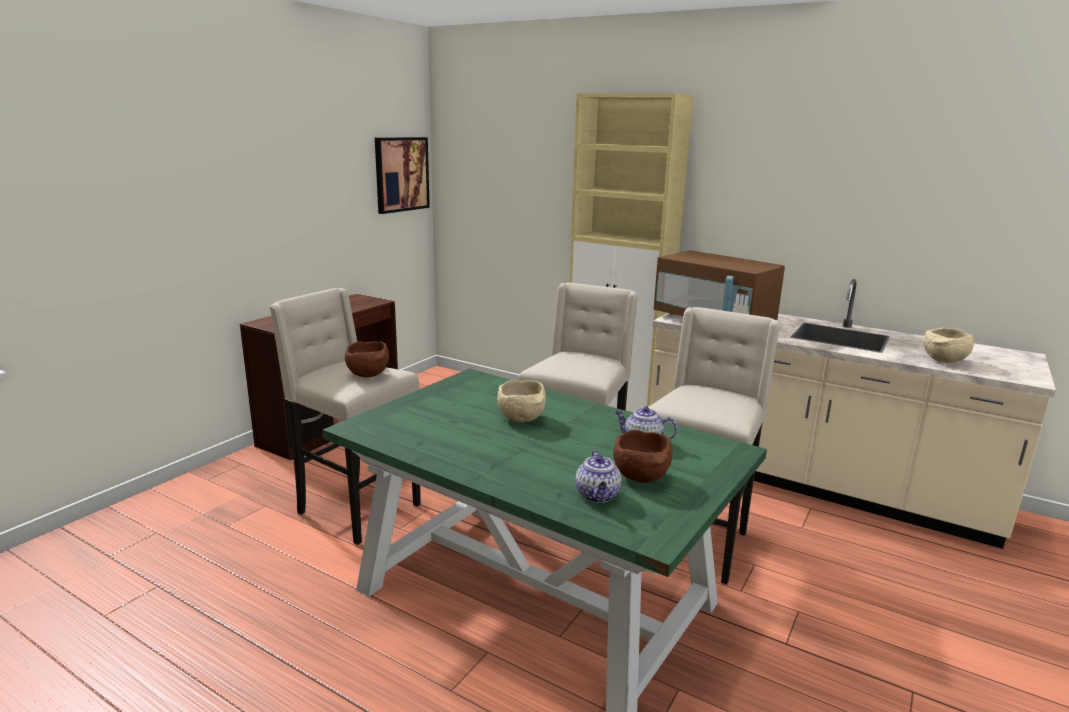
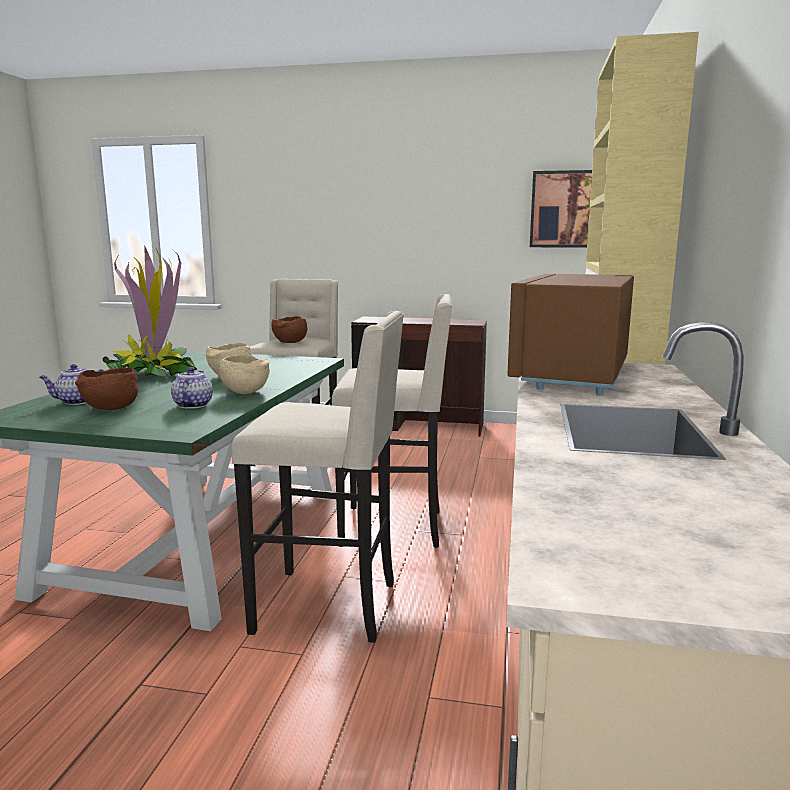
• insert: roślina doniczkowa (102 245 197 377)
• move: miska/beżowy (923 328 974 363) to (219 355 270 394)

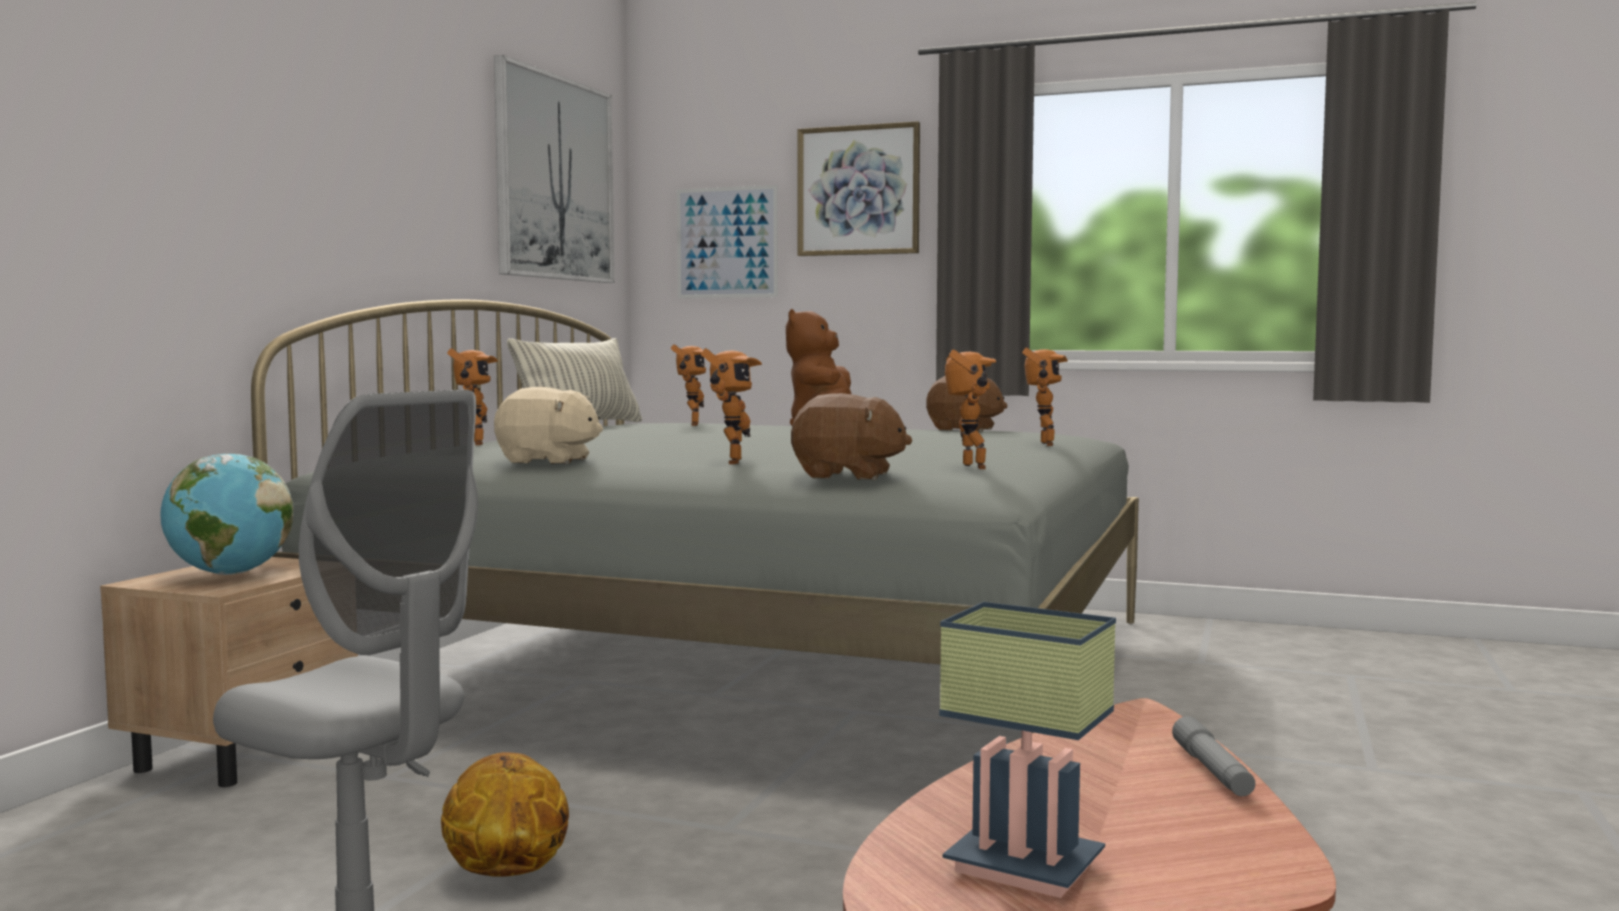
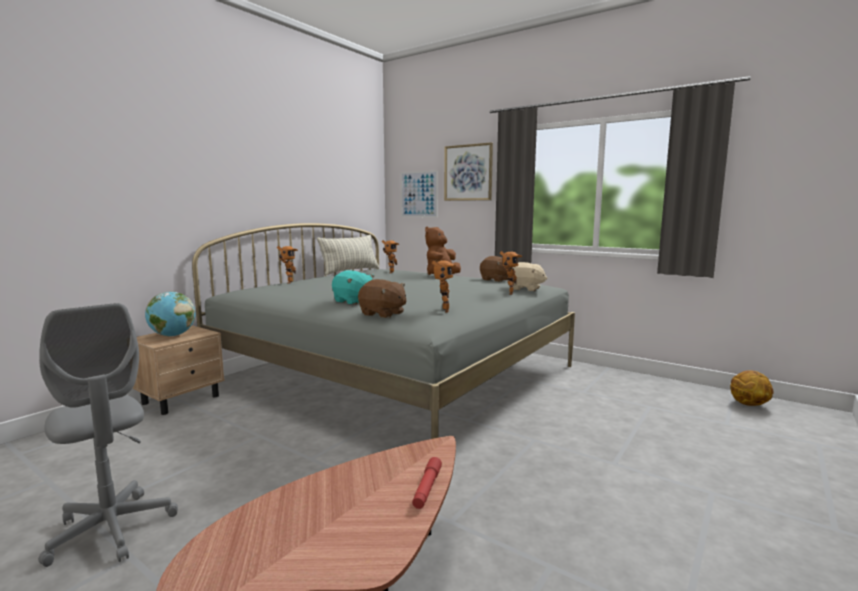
• replace: robot zabawkowy (701 348 762 464) to pluszak/turkusowy (332 270 374 305)
• recolor: latarka/szary (1172 716 1255 797) to latarka/czerwony (412 457 442 509)
• move: pluszak/beżowy (494 387 603 464) to (508 262 548 291)
• move: piłka do koszykówki (441 752 569 877) to (730 370 774 406)
• delete: obraz (494 55 614 283)
• delete: lampa stołowa (939 602 1116 898)

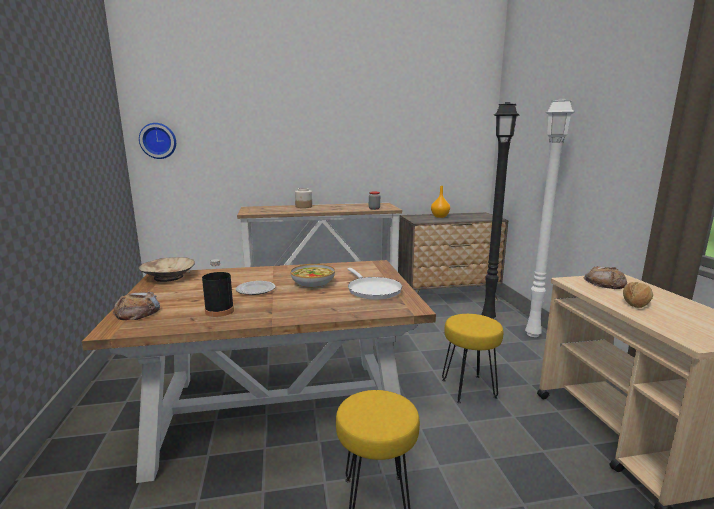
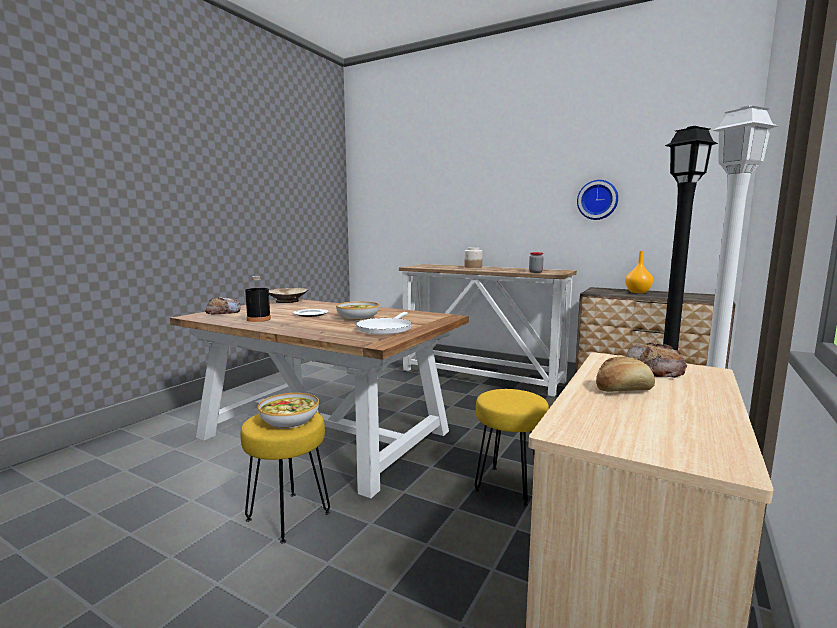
• insert: miska (258 393 319 429)
• move: zegar ścienny (139 123 176 159) to (577 180 618 220)

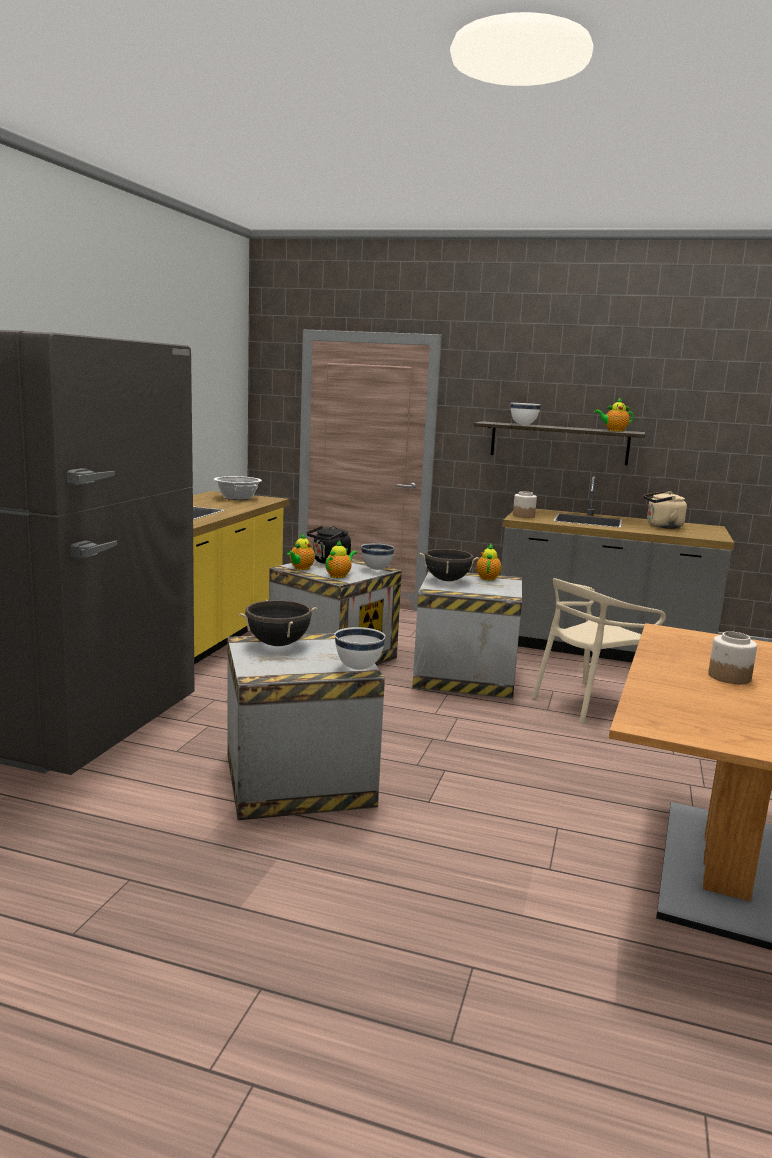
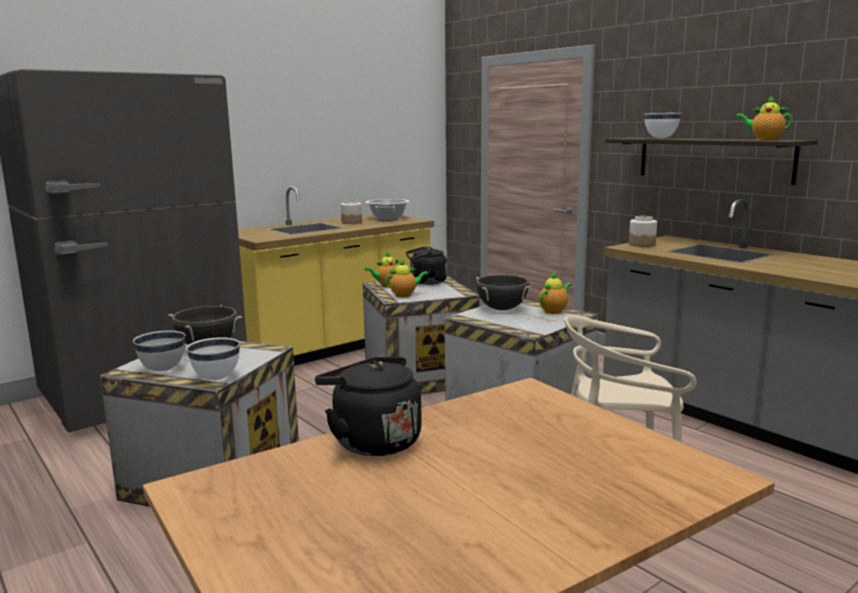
• move: miska/biały (361 543 394 570) to (133 330 185 371)
• insert: czajnik/czarny (315 357 422 456)
• move: słoik (708 631 757 684) to (341 200 362 224)
• delete: czajnik/beżowy (644 491 687 529)

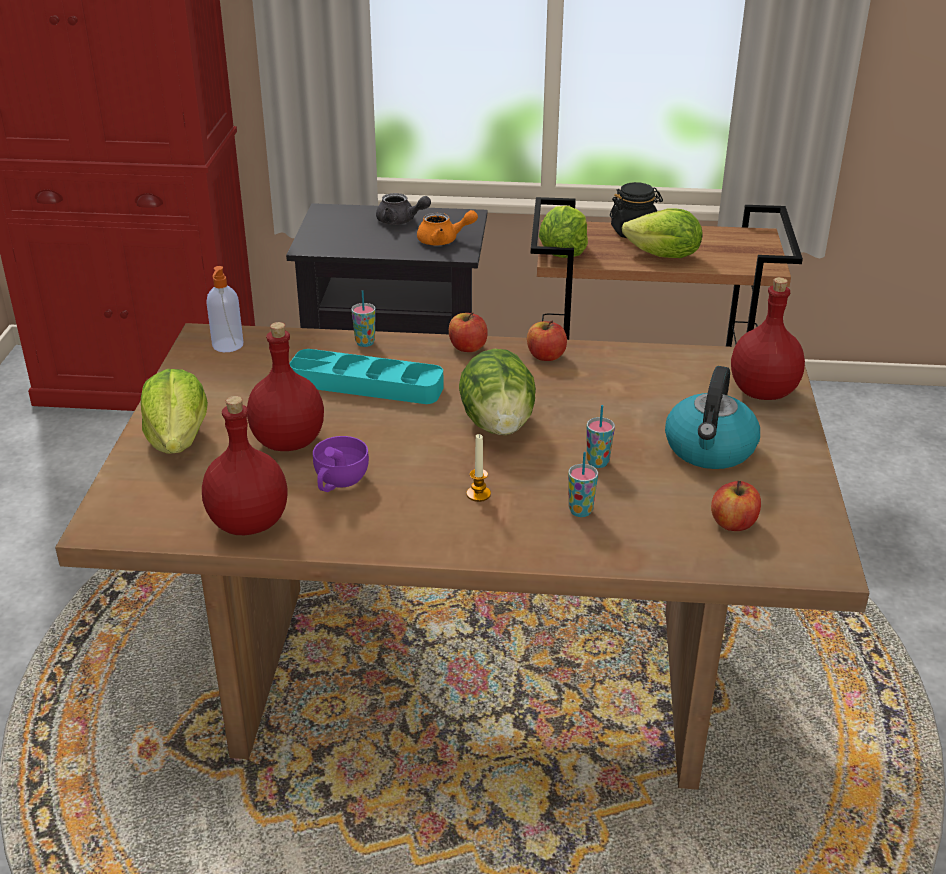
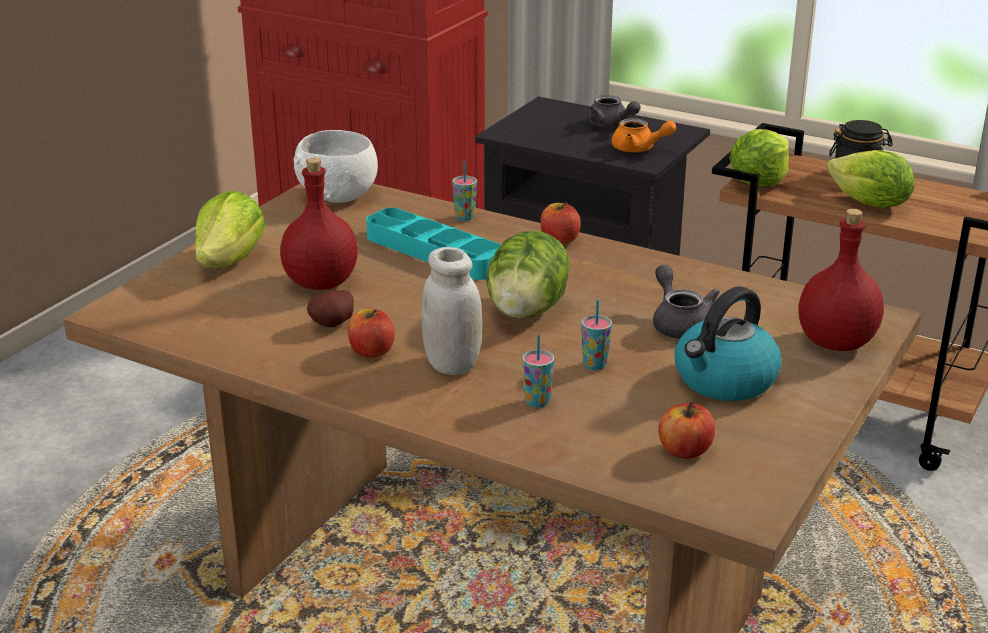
• replace: dozownik mydła (206 266 243 352) to miska/biały (294 130 378 203)
• replace: filiżanka/fioletowy (313 436 369 492) to ziemniak (307 290 354 327)
• move: jabłko (527 321 567 361) to (348 309 395 358)
• replace: świeca (467 434 491 502) to słoik/biały (422 247 482 375)
• insert: imbryk/szary (653 265 720 339)
• delete: butelka/czerwony (202 396 288 535)

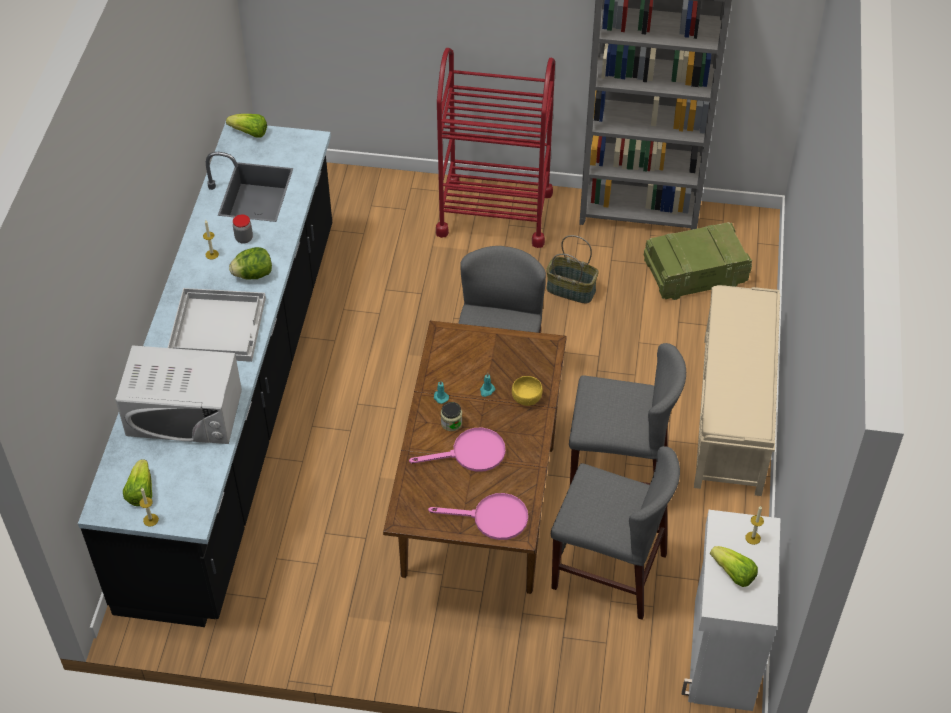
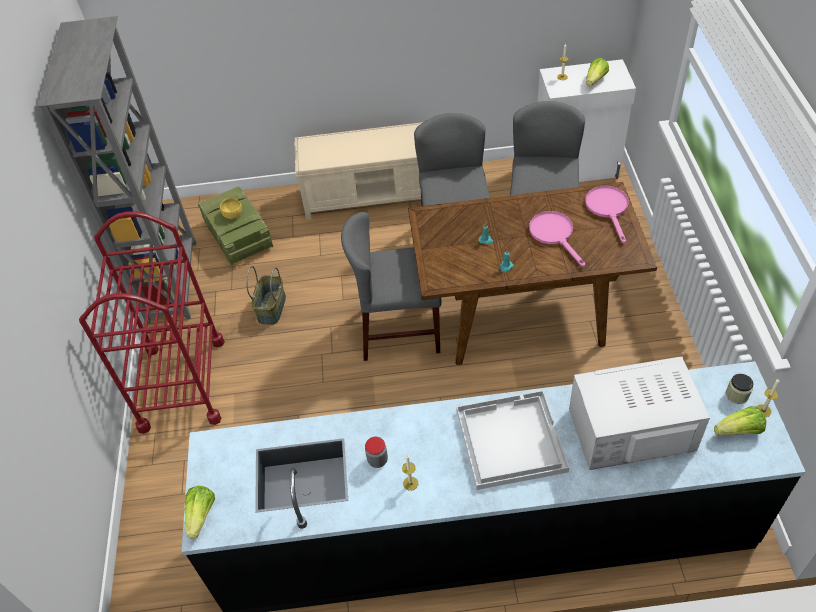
• move: miska/żółty (512 376 543 406) to (220 198 242 219)
• rotate: mikrofalówka/biały (115 345 242 444) = (569 357 710 470) 90 degrees counterclockwise
• move: słoik (441 402 462 431) to (726 374 753 404)
• delete: sałata (229 247 272 280)

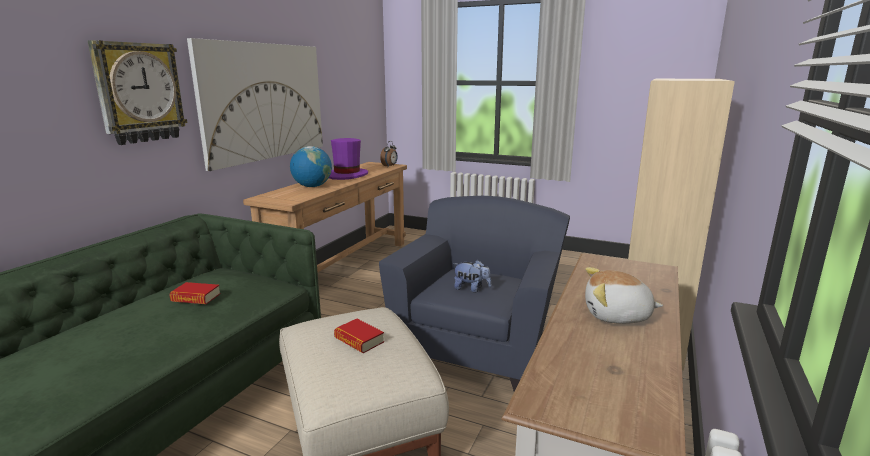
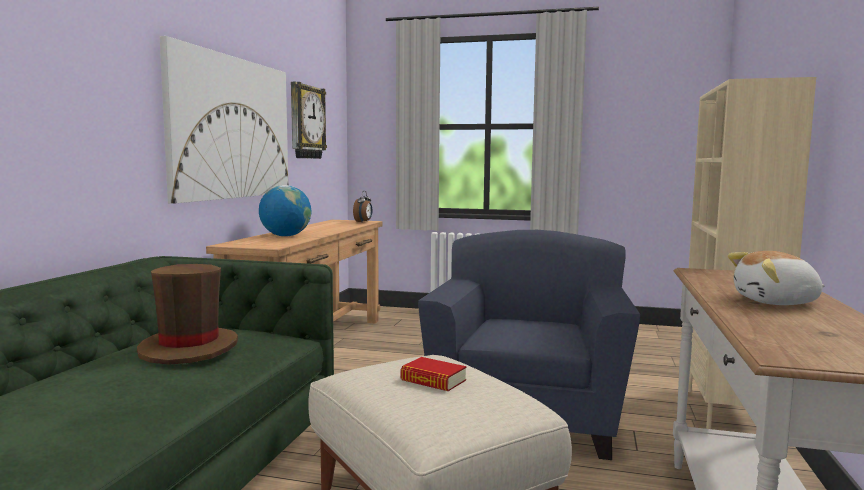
• replace: książka (169 282 221 304) to kapelusz/brązowy (137 264 238 365)
• move: zegar ścienny (88 40 188 145) to (291 82 327 159)
• delete: kapelusz/fioletowy (329 138 368 180)
• delete: pluszak (453 260 491 292)

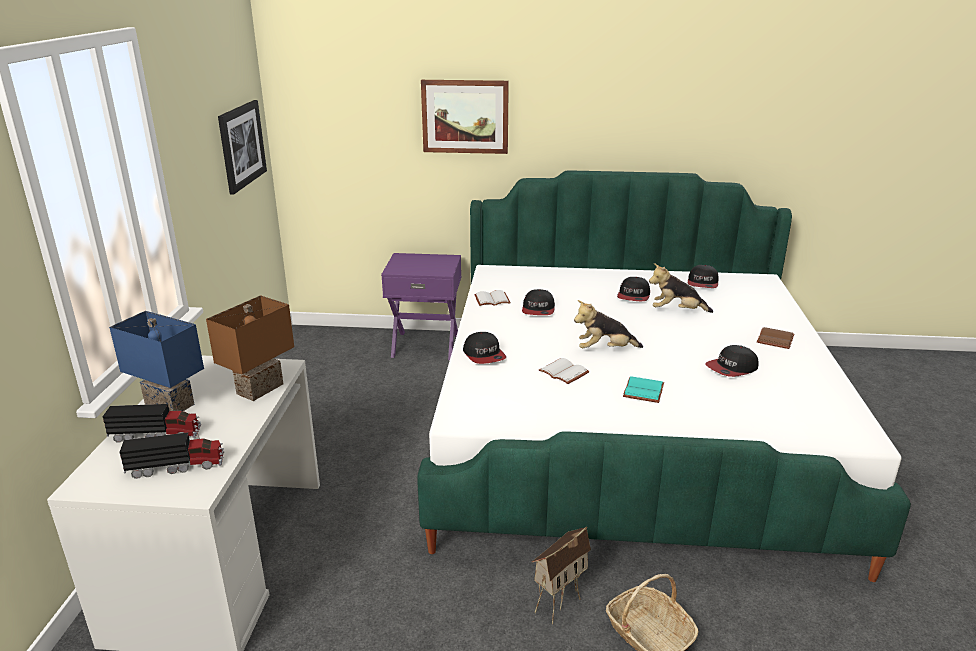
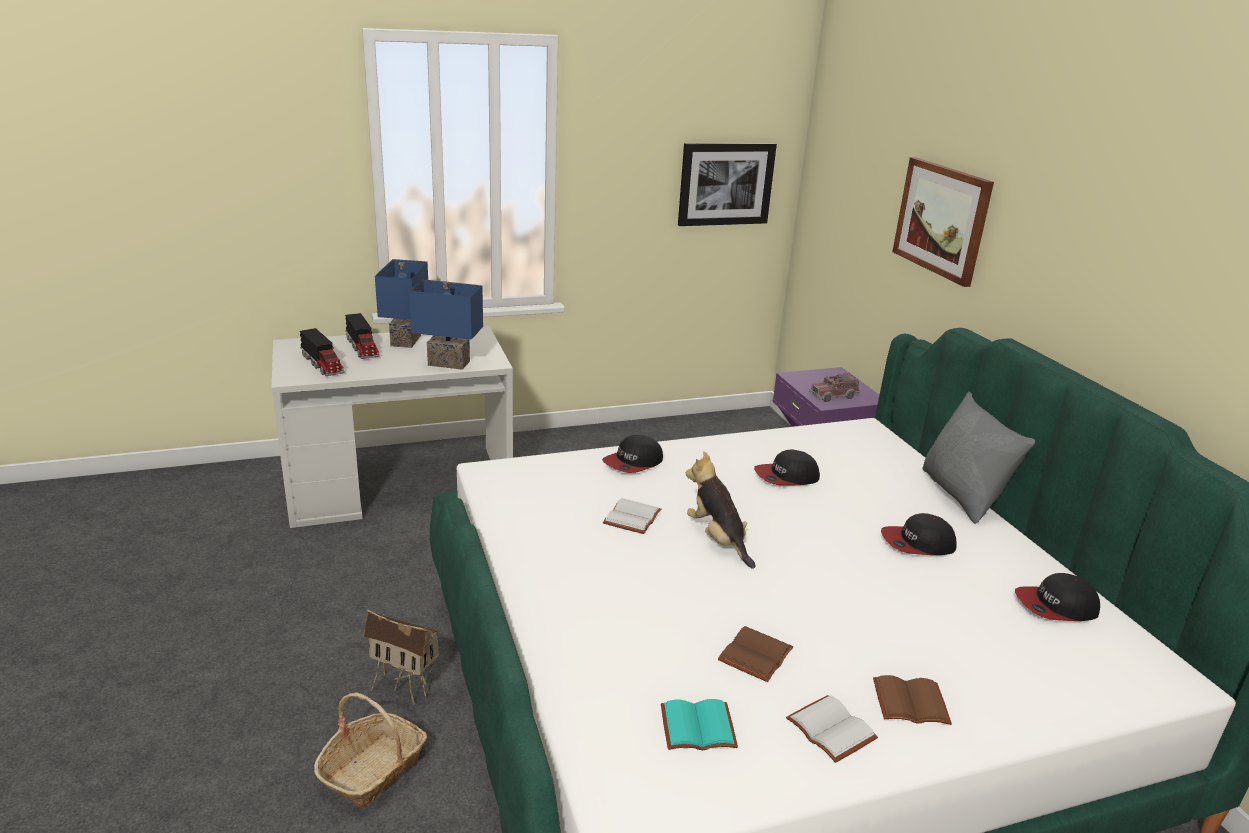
• recolor: lampa stołowa/brązowy (206 295 294 401) to lampa stołowa/niebieski (409 279 483 370)
• move: książka/turkusowy (623 376 664 403) to (661 699 738 750)
• replace: czapka z daszkiem (705 345 759 377) to książka/brązowy (718 626 793 682)
• move: książka/biały (474 290 511 306) to (786 695 878 763)
• insert: ciężarówka zabawkowa (809 373 860 402)
• insert: poduszka/szary (922 392 1035 524)
• delete: pluszak (649 263 713 313)

